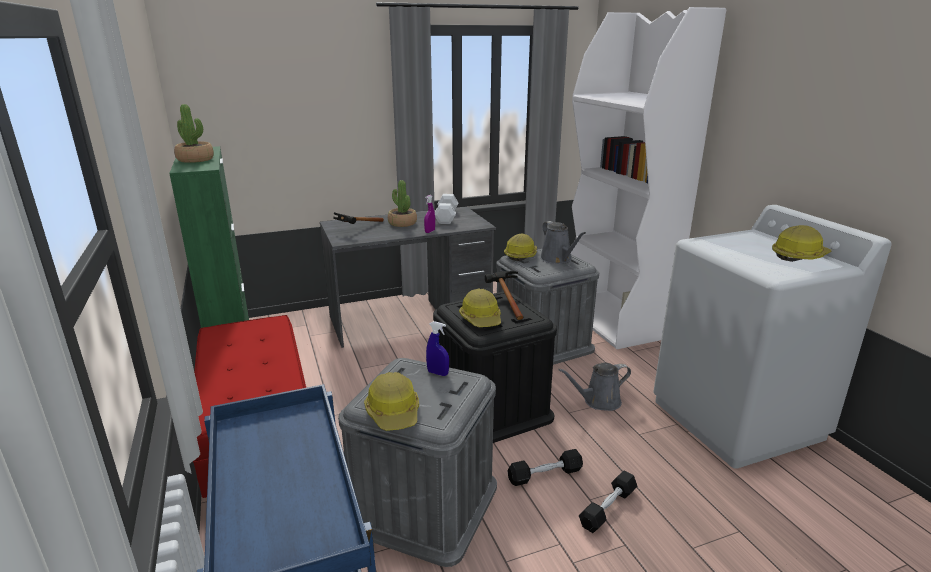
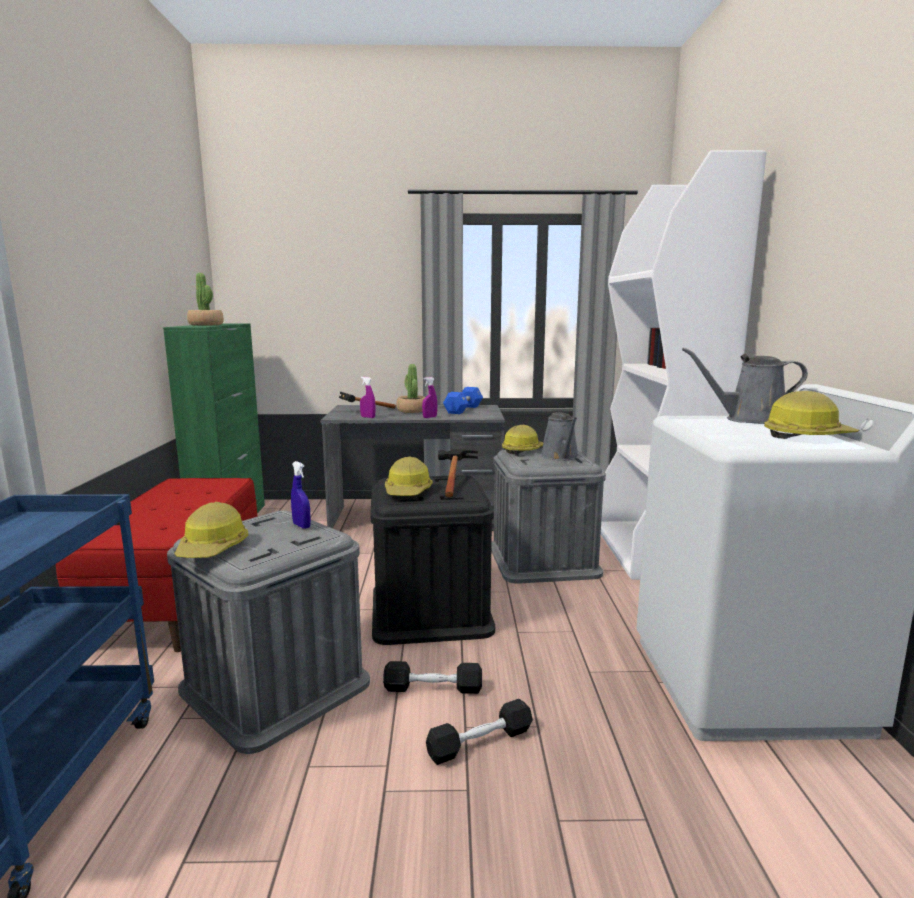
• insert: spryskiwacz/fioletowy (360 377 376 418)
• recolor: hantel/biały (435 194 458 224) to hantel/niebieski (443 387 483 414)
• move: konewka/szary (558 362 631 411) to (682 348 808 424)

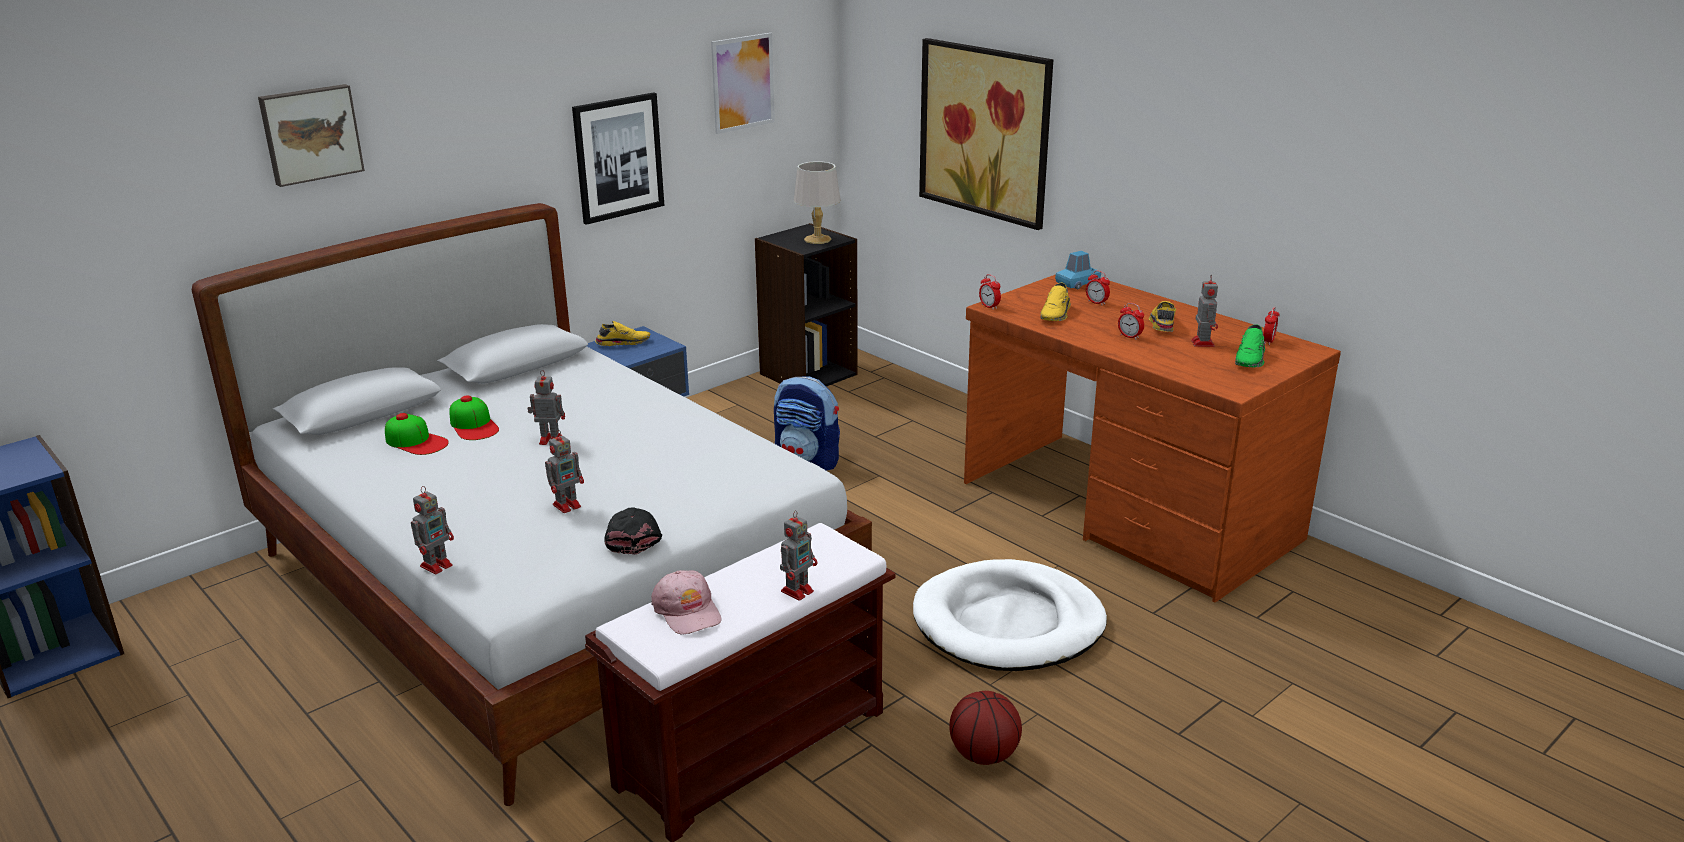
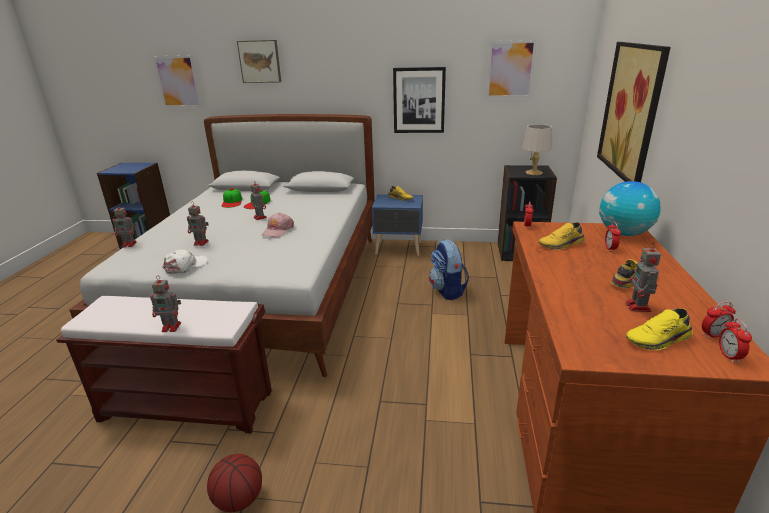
• insert: obraz (153 55 202 108)
• recolor: czapka z daszkiem/czarny (604 508 662 555) to czapka z daszkiem/biały (162 250 208 274)
• move: czapka z daszkiem/różowy (651 570 722 635) to (262 213 294 237)
• replace: samochodzik/niebieski (1055 251 1101 289) to globus (599 181 660 236)
• rotate: robot zabawkowy (1191 274 1218 347) = (625 242 661 312) 135 degrees clockwise
• recolor: but/zielony (1235 324 1265 367) to but/żółty (626 308 693 350)
• move: budzik (1118 303 1144 340) to (719 318 752 363)
• delete: legowisko/biały (913 559 1107 671)

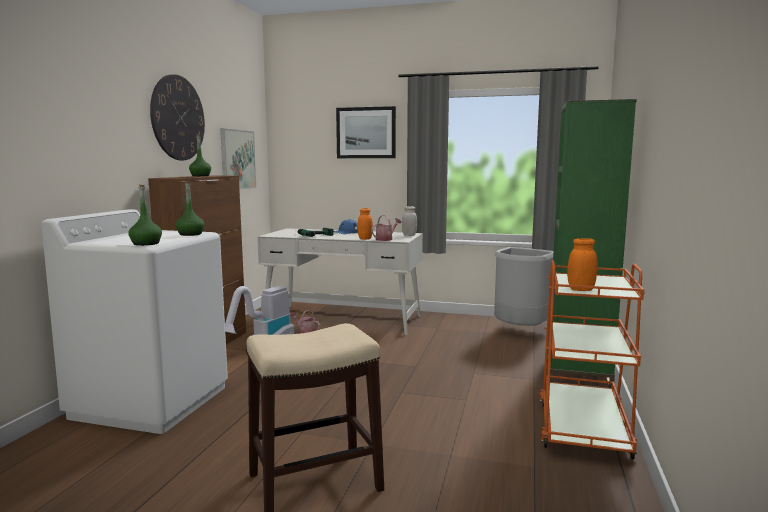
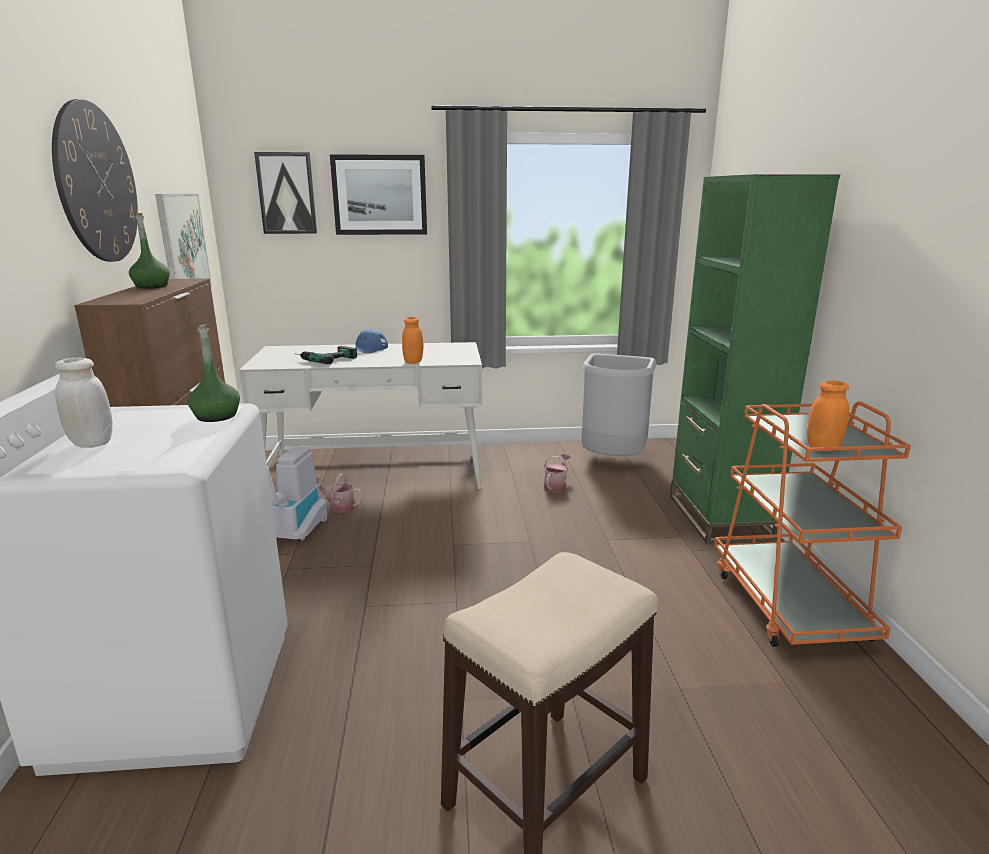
• move: słoik/biały (402 206 417 236) to (55 357 113 448)
• insert: obraz (254 152 317 234)
• move: konewka (371 215 402 241) to (544 454 570 493)
• delete: butelka/zielony (128 184 162 246)

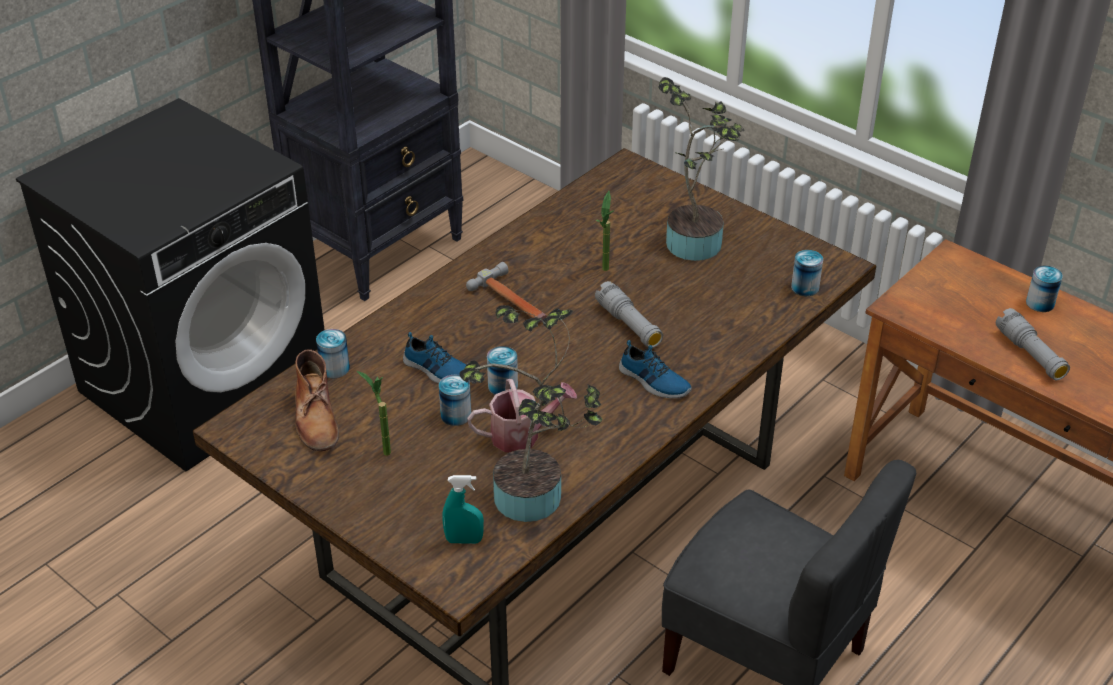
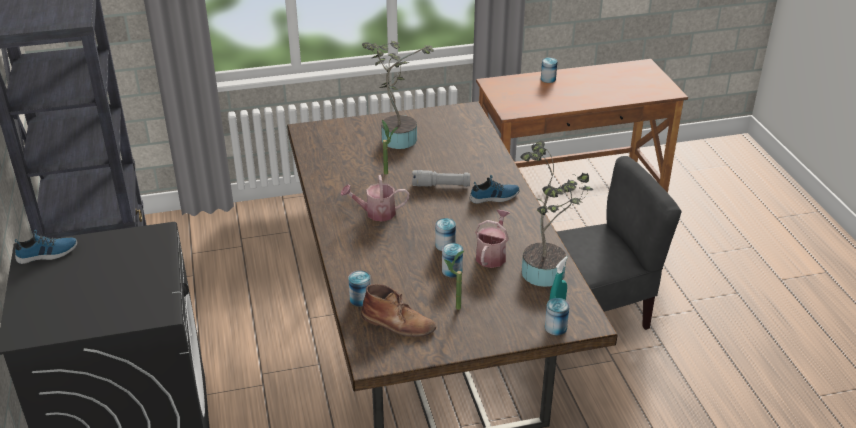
• move: but (403 332 470 383) to (15 230 77 264)
• replace: młotek (466 262 547 323) to konewka (340 175 409 222)
• move: puszka (791 250 823 296) to (545 298 570 335)
• delete: latarka/szary (996 308 1070 380)

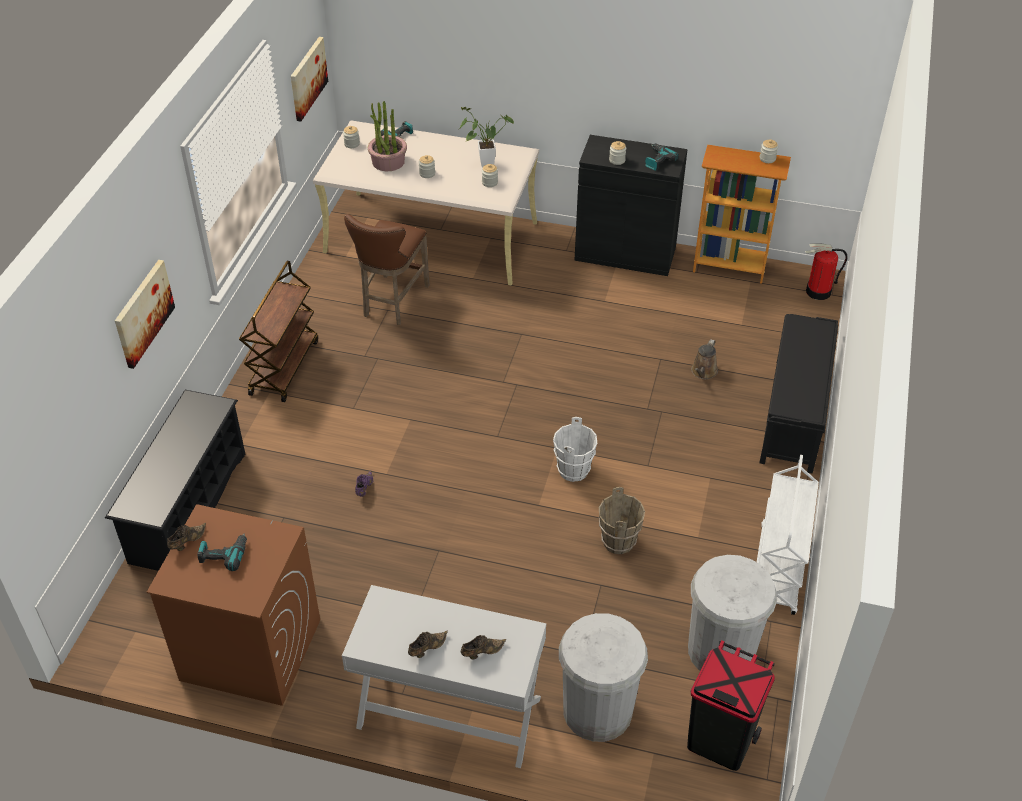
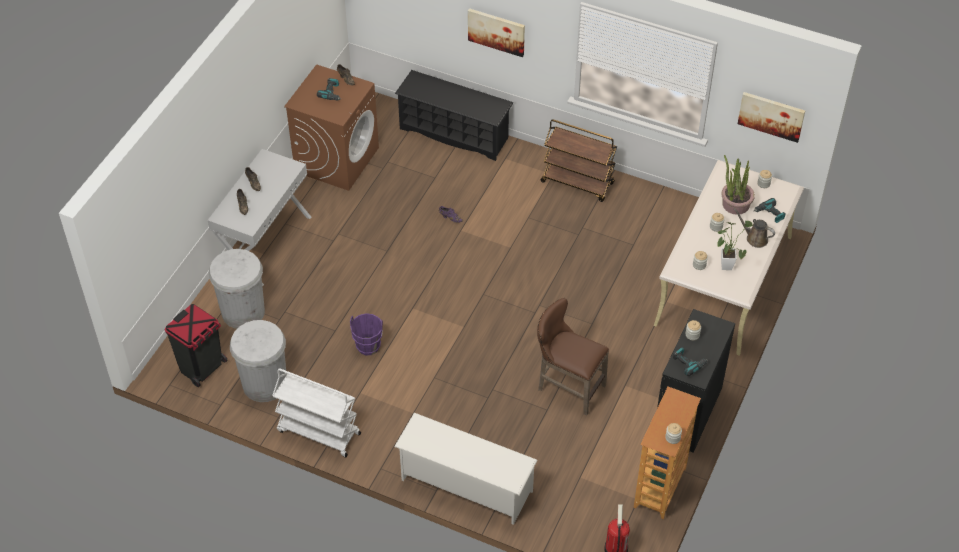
• recolor: wiadro/brązowy (599 487 645 554) to wiadro/fioletowy (350 313 383 356)
• replace: ławka/czarny (759 314 838 473) to regał na buty/biały (394 413 537 525)
• move: stołek/brązowy (344 214 430 325) to (537 298 609 416)
• move: konewka/brązowy (691 339 718 379) to (734 208 775 248)
• delete: wiadro/biały (553 417 597 482)

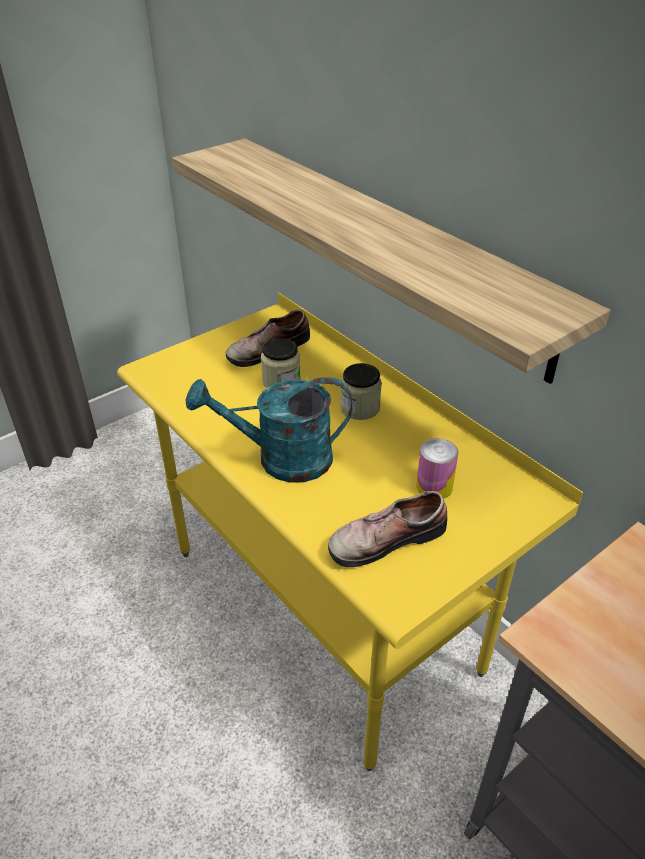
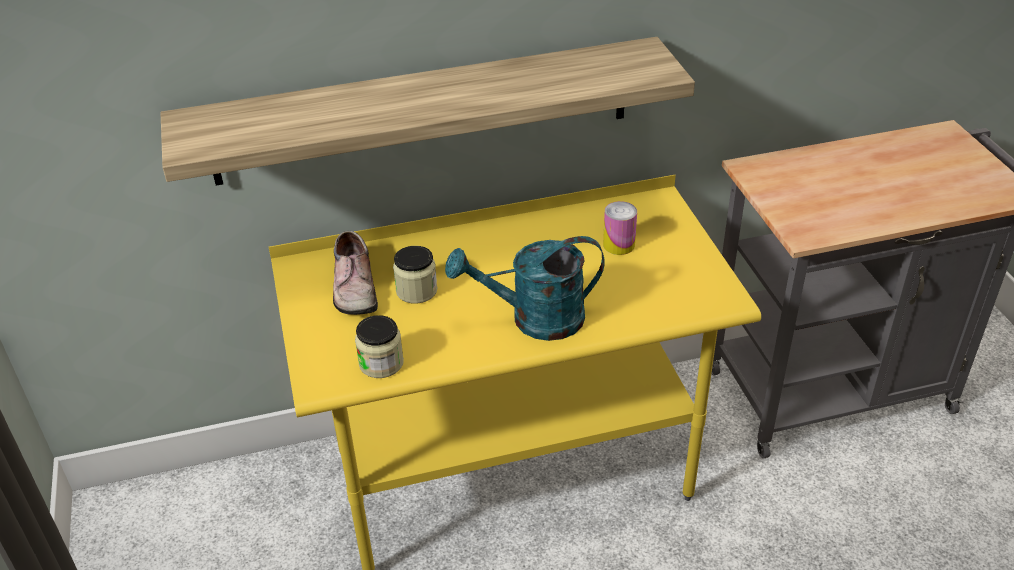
• move: słoik (340 363 382 420) to (355 315 404 378)
• rotate: konewka/turkusowy (186 377 352 483) = (445 236 605 341) 60 degrees clockwise
• delete: but (328 491 447 567)

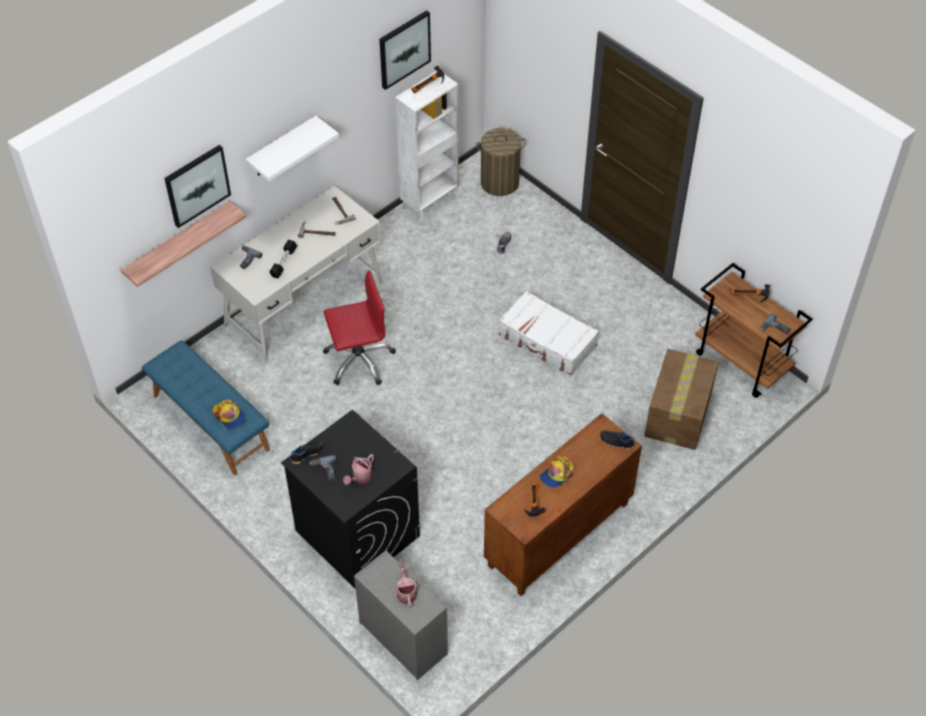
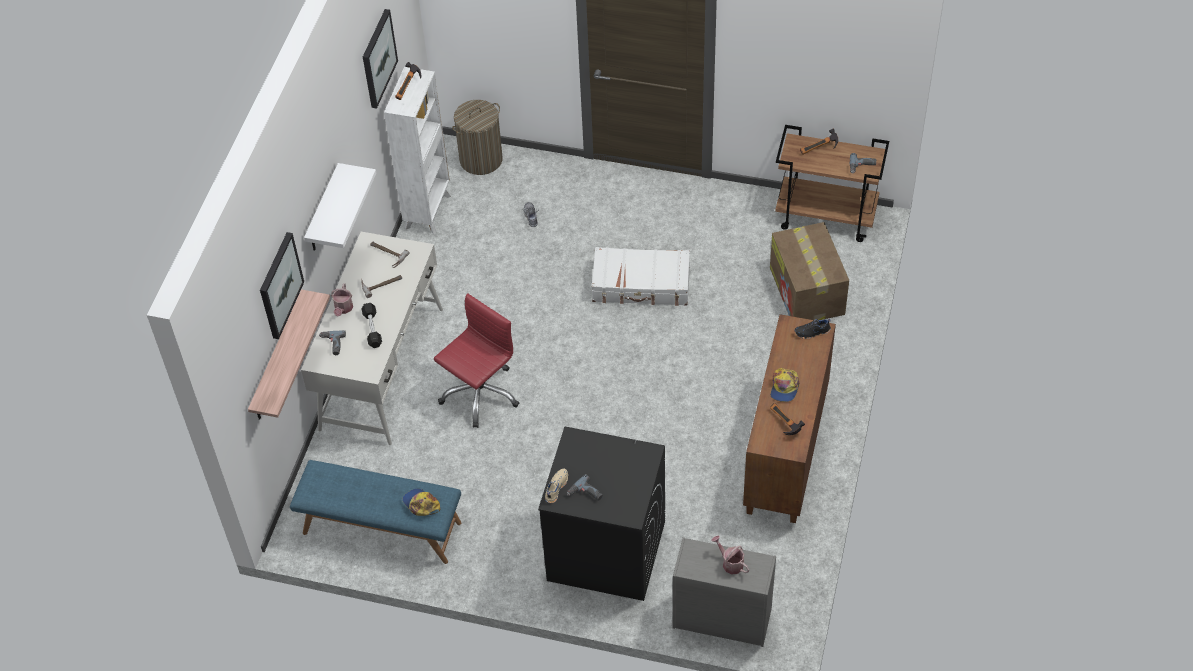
• move: konewka (343 454 374 485) to (331 283 353 316)
• rotate: czapka z daszkiem (212 399 246 430) = (402 489 440 516) 150 degrees counterclockwise
• recolor: but/czarny (290 441 324 464) to but/beżowy (545 468 568 503)

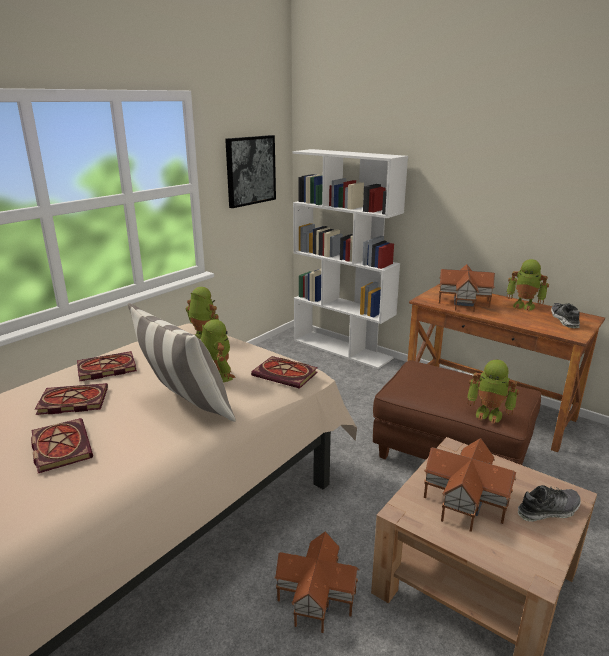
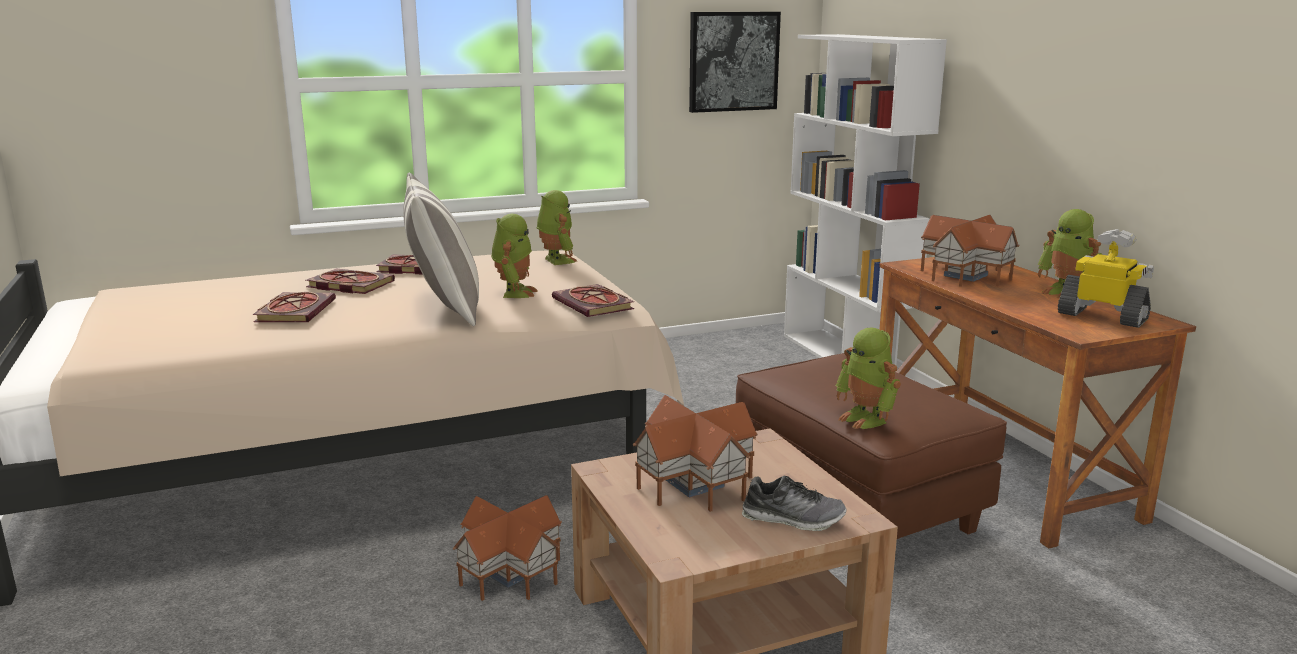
• replace: but (551 303 580 328) to robot zabawkowy (1058 229 1154 328)

